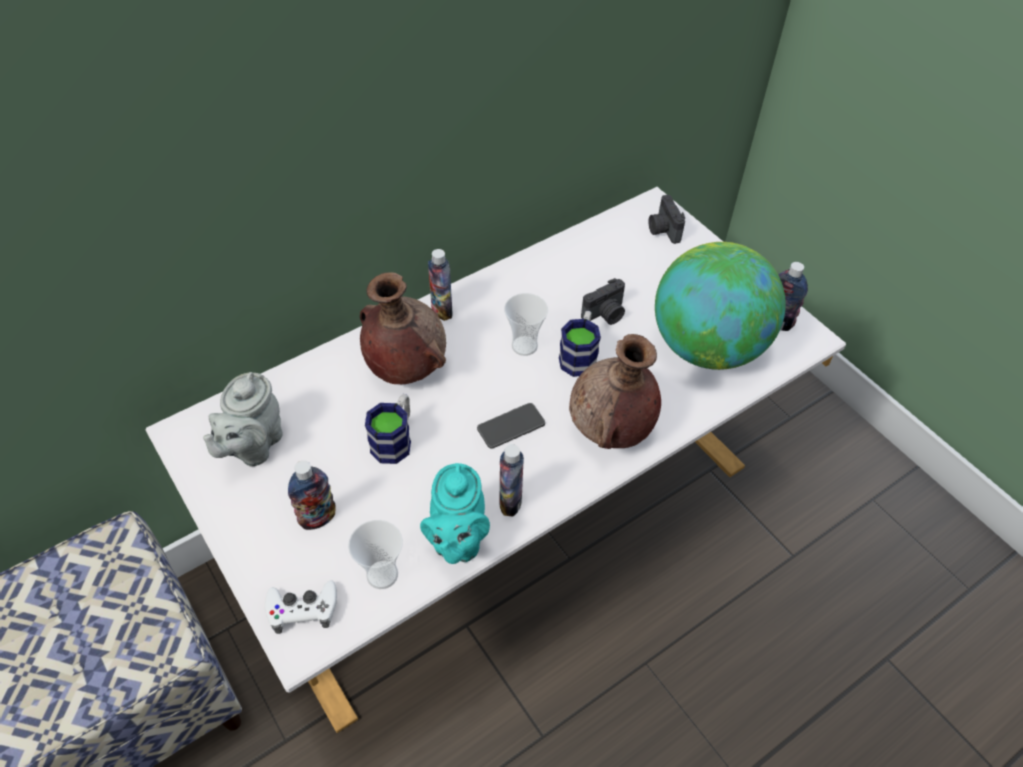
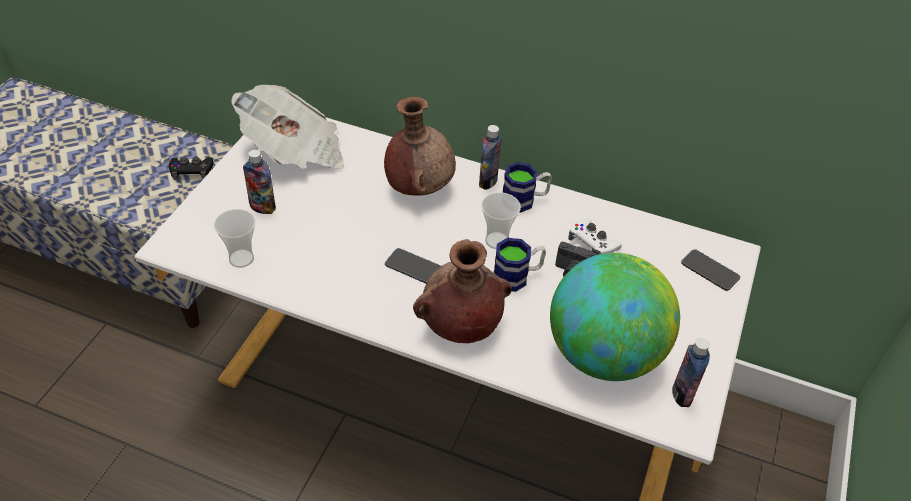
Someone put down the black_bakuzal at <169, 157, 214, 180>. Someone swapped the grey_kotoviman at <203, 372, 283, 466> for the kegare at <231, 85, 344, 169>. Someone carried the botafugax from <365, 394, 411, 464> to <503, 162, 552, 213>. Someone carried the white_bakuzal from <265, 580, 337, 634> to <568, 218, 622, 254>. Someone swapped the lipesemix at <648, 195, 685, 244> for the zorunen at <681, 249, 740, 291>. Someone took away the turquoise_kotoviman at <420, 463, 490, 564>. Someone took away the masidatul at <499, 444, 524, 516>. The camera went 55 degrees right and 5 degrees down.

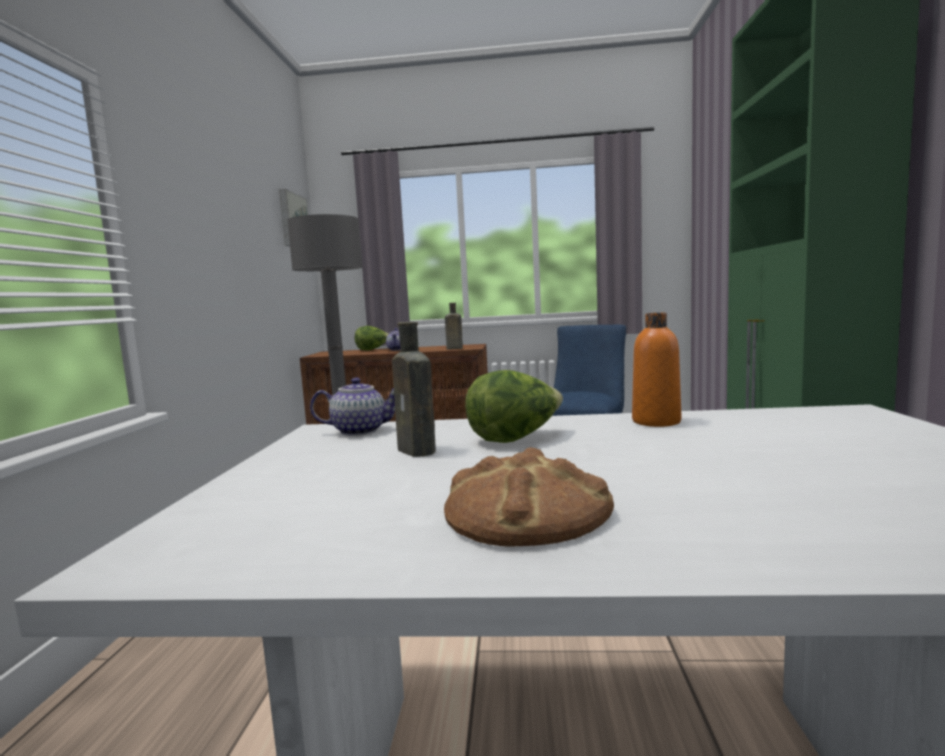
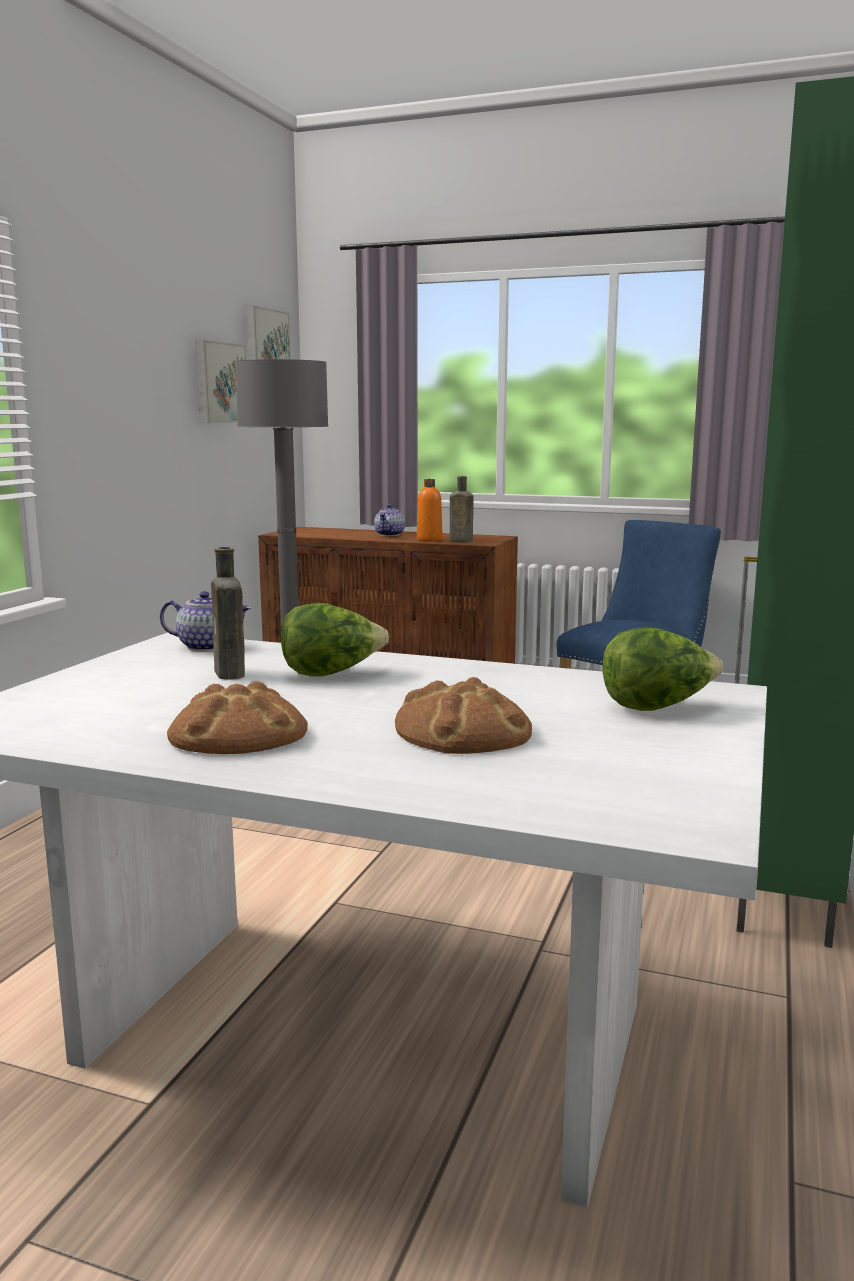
Someone put up the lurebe at <195, 340, 246, 423>. Someone put down the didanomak at <395, 677, 532, 754>. Someone carried the orange_masidatul from <632, 313, 681, 427> to <417, 479, 442, 541>. Someone carried the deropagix from <355, 326, 389, 351> to <602, 627, 723, 711>. The camera went 15 degrees right and 5 degrees up.

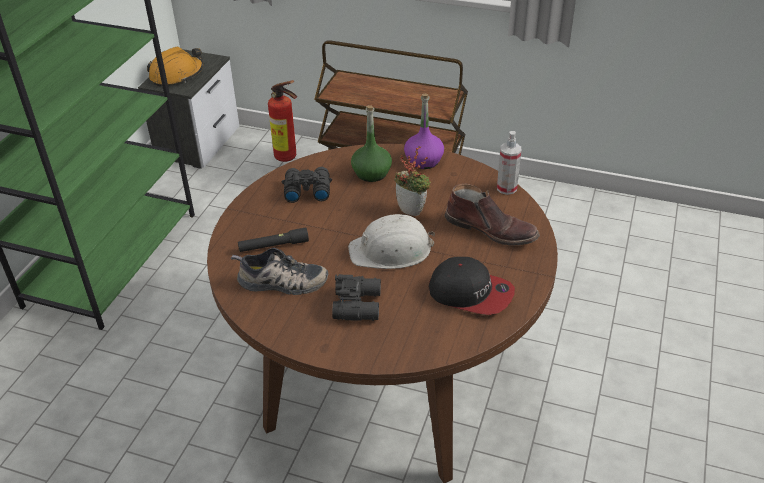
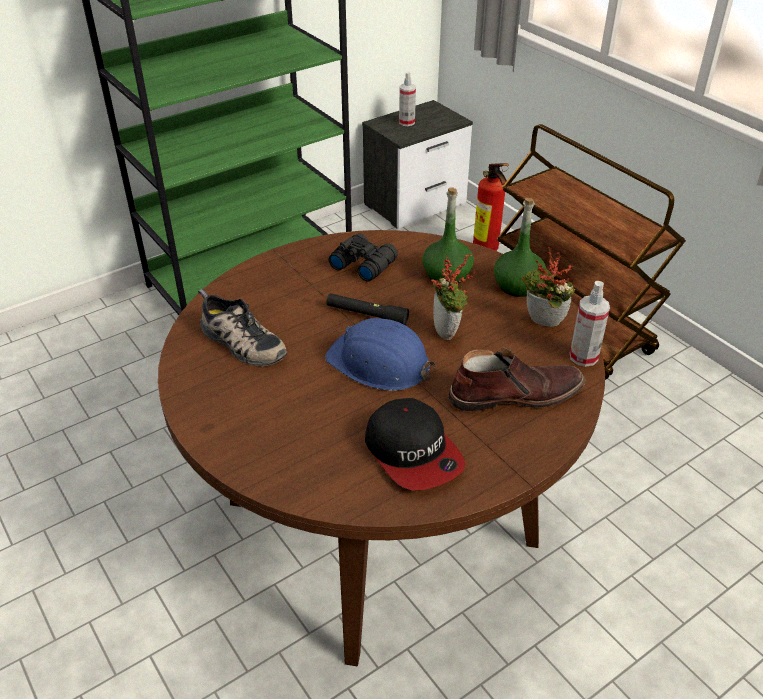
Someone repainted the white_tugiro at <348, 214, 435, 269>, which became the blue_tugiro at <325, 318, 436, 391>. Someone carried the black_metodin from <238, 227, 309, 252> to <326, 293, 409, 325>. Someone swapped the orange_tugiro at <147, 47, 203, 87> for the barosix at <399, 72, 416, 126>. Someone rotated the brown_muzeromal at <445, 184, 540, 246> by 75 degrees counterclockwise. Someone repainted the purple_masidatul at <404, 94, 444, 169>, which became the green_masidatul at <494, 198, 546, 297>. Someone put down the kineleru at <522, 246, 575, 327>. Someone took away the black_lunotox at <332, 274, 381, 321>. The camera went 35 degrees right and 0 degrees up.

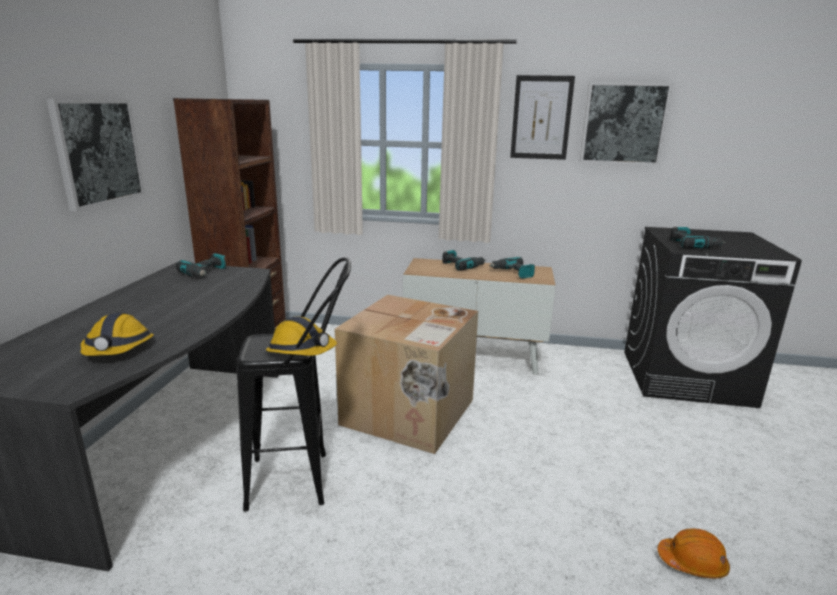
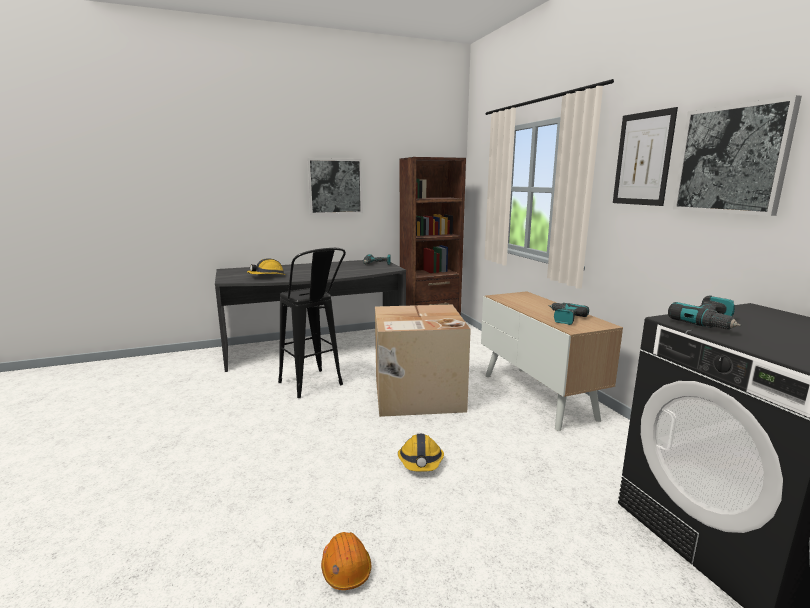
Someone carried the tugiro from <266, 317, 337, 356> to <398, 434, 444, 472>. Someone took away the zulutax at <442, 250, 486, 271>. The camera went 60 degrees right and 5 degrees down.

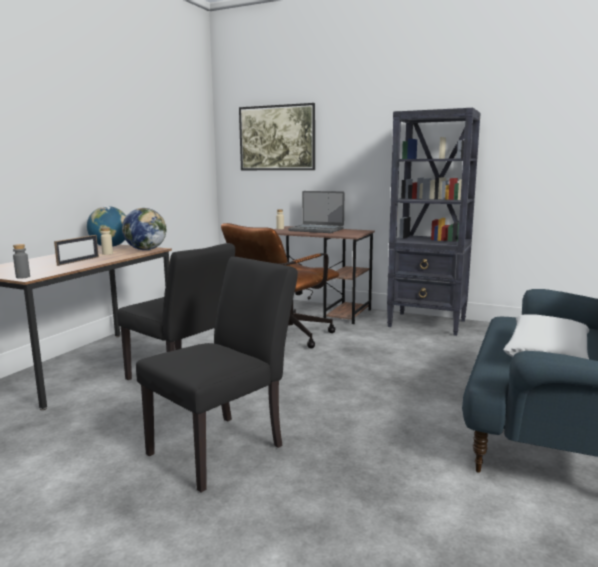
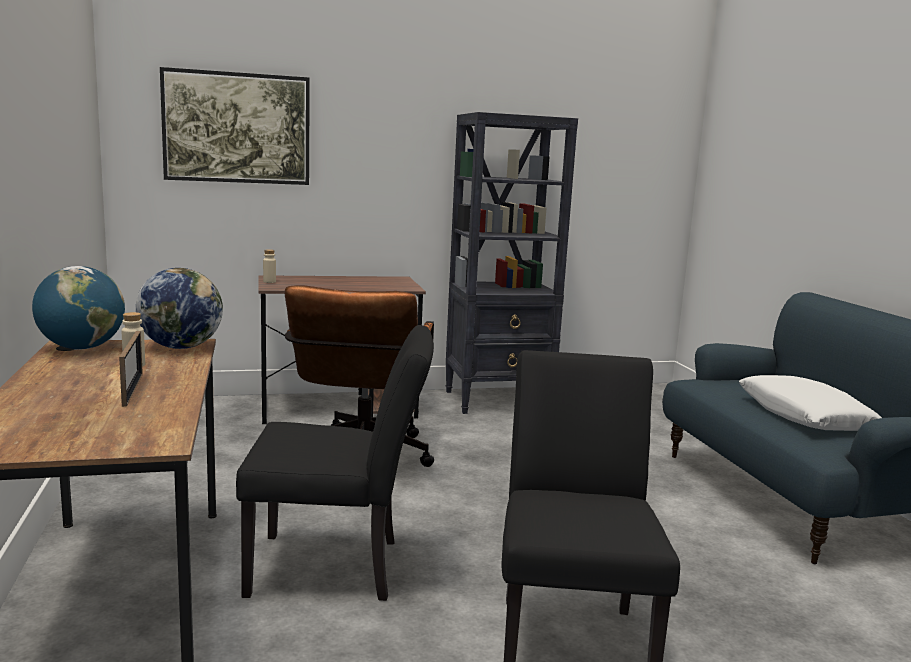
Someone took away the grey_masidatul at <13, 244, 30, 279>. Someone took away the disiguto at <288, 191, 344, 233>. The camera went 40 degrees left and 0 degrees up.

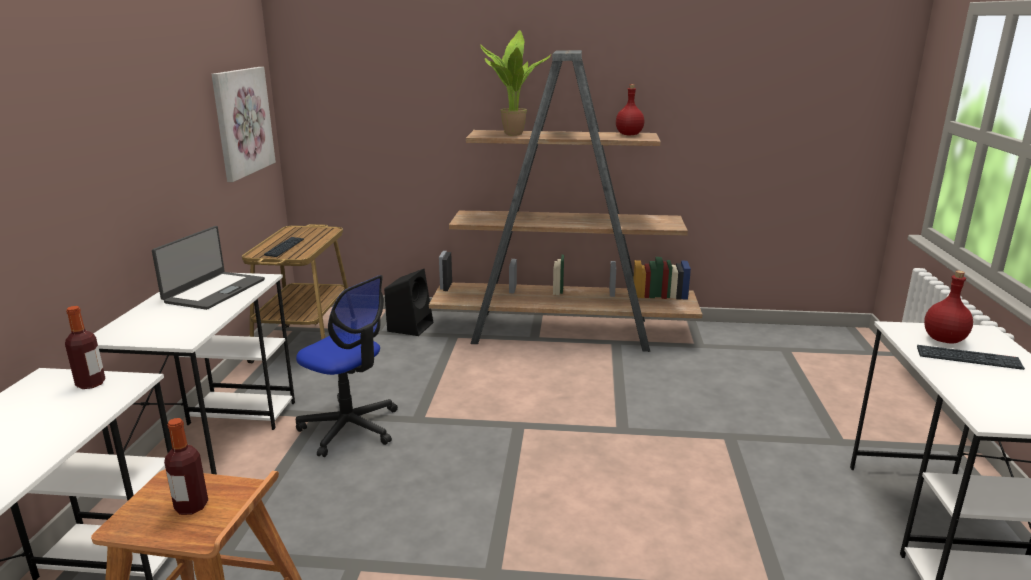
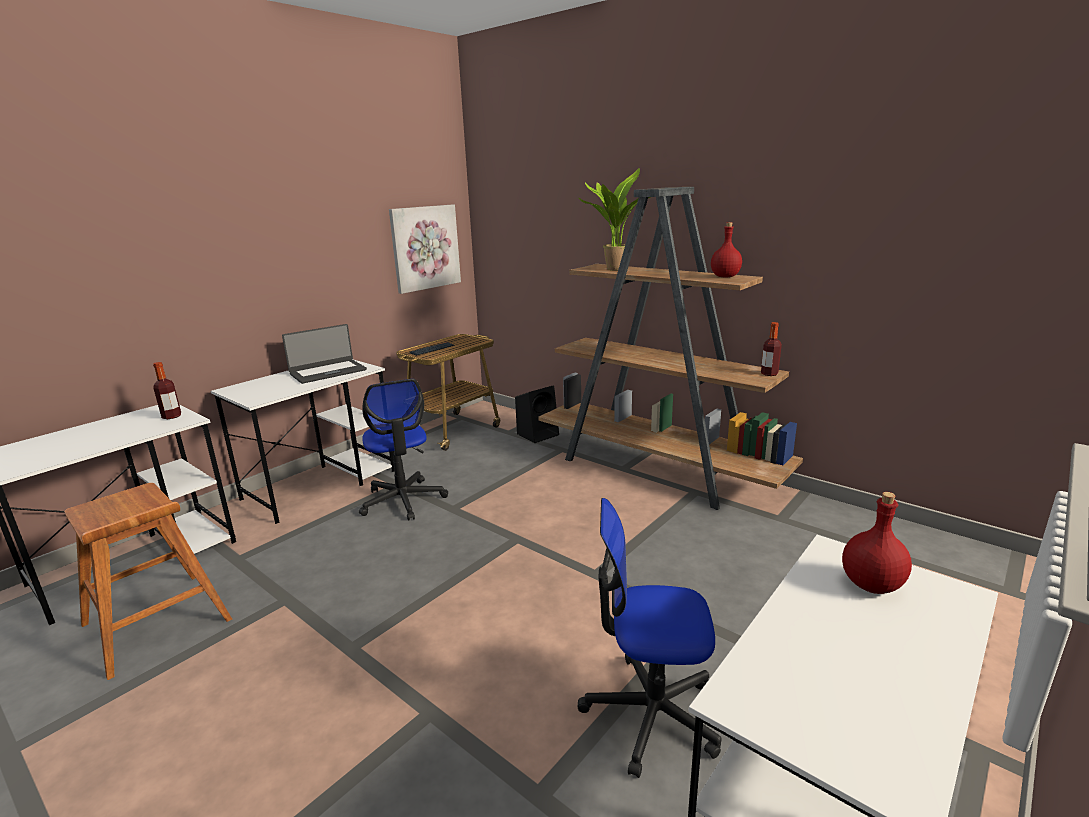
Someone put down the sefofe at <578, 498, 721, 778>. Someone carried the masidatul from <164, 418, 208, 515> to <761, 322, 782, 376>. Someone took away the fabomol at <917, 345, 1025, 370>. The camera went 35 degrees right and 0 degrees up.

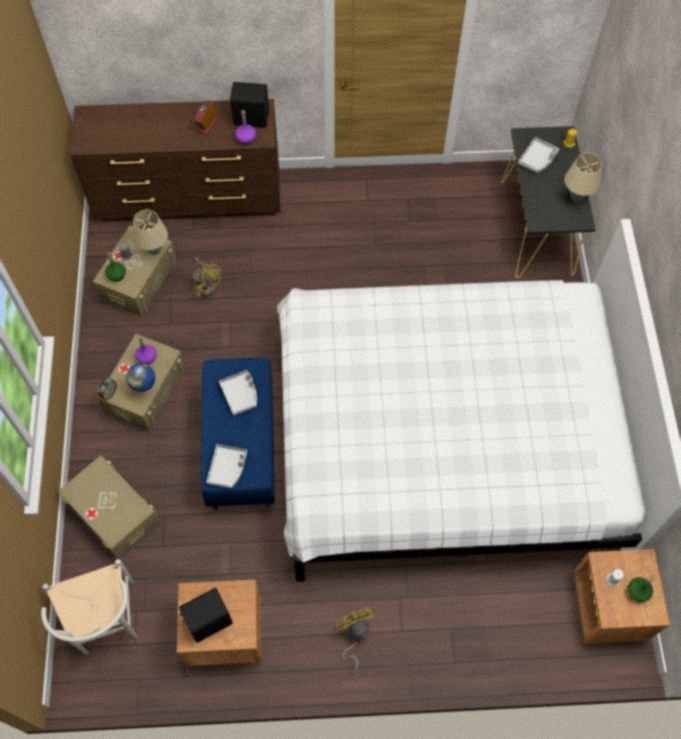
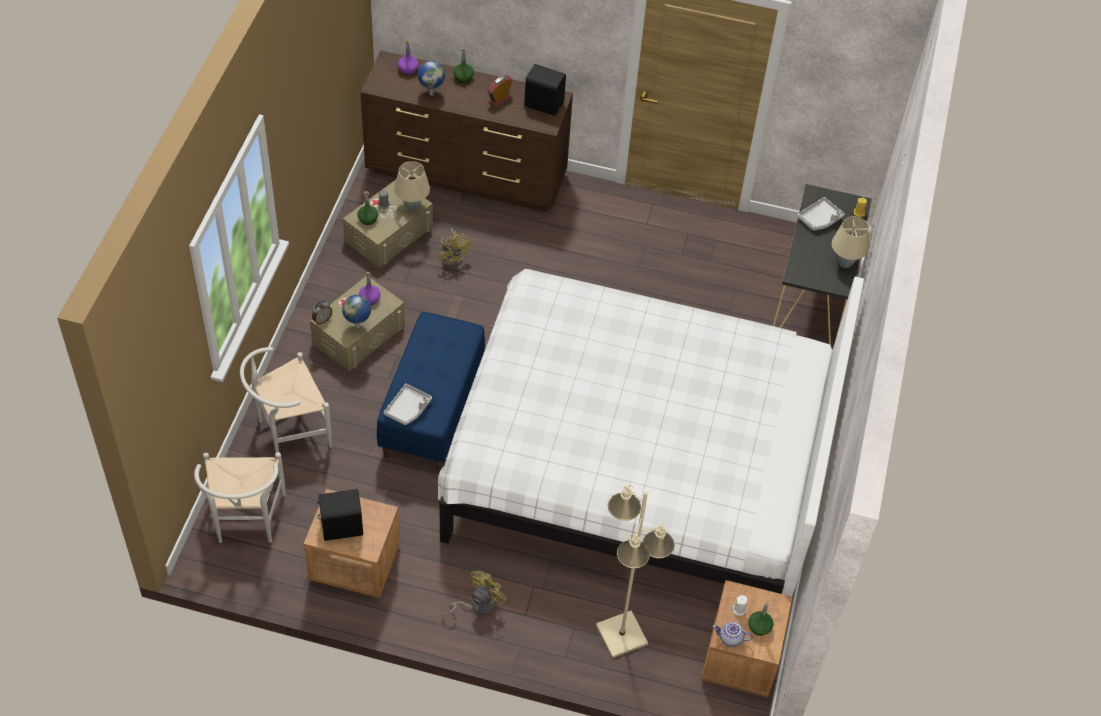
Someone swapped the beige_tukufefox at <58, 456, 160, 559> for the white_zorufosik at <240, 347, 332, 453>. Someone carried the purple_masidatul from <235, 110, 256, 145> to <398, 39, 419, 75>. Someone put down the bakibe at <418, 61, 445, 96>. Someone rotated the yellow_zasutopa at <335, 607, 374, 674> by 45 degrees clockwise. Someone put down the green_masidatul at <453, 47, 474, 83>. Someone put down the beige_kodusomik at <596, 484, 675, 658>. Someone put down the kotoviman at <713, 622, 753, 647>. Someone took away the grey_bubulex at <219, 370, 257, 415>. The camera went 15 degrees right and 10 degrees down.

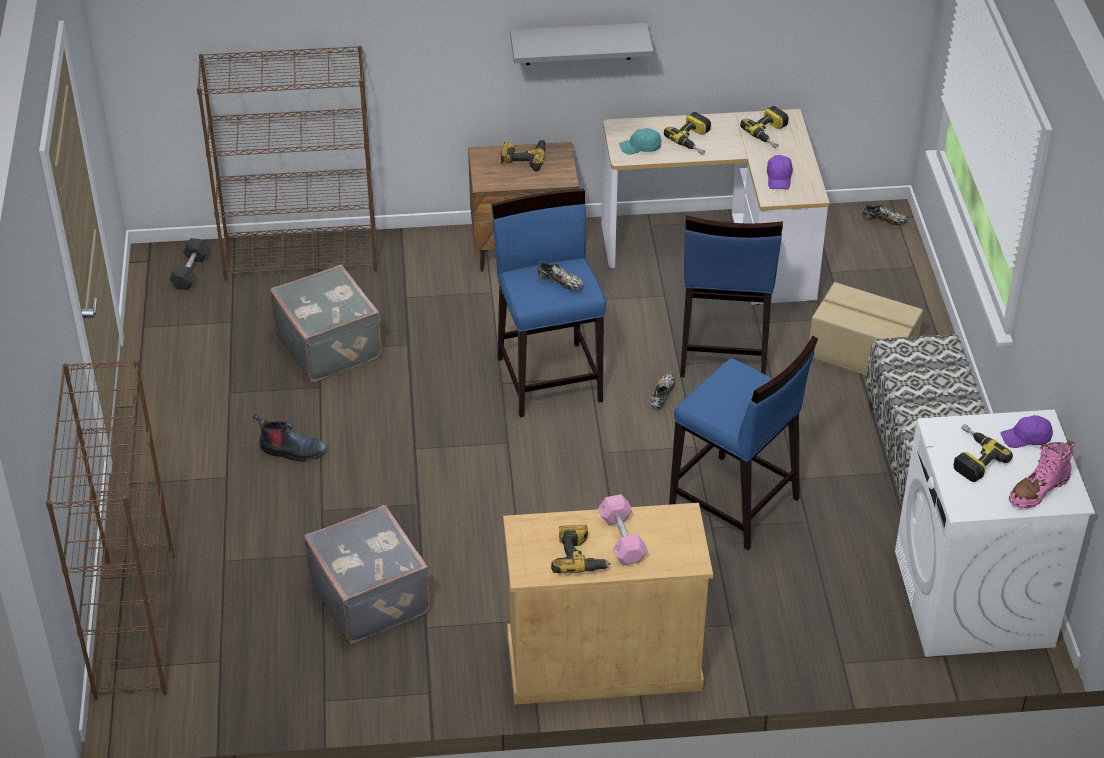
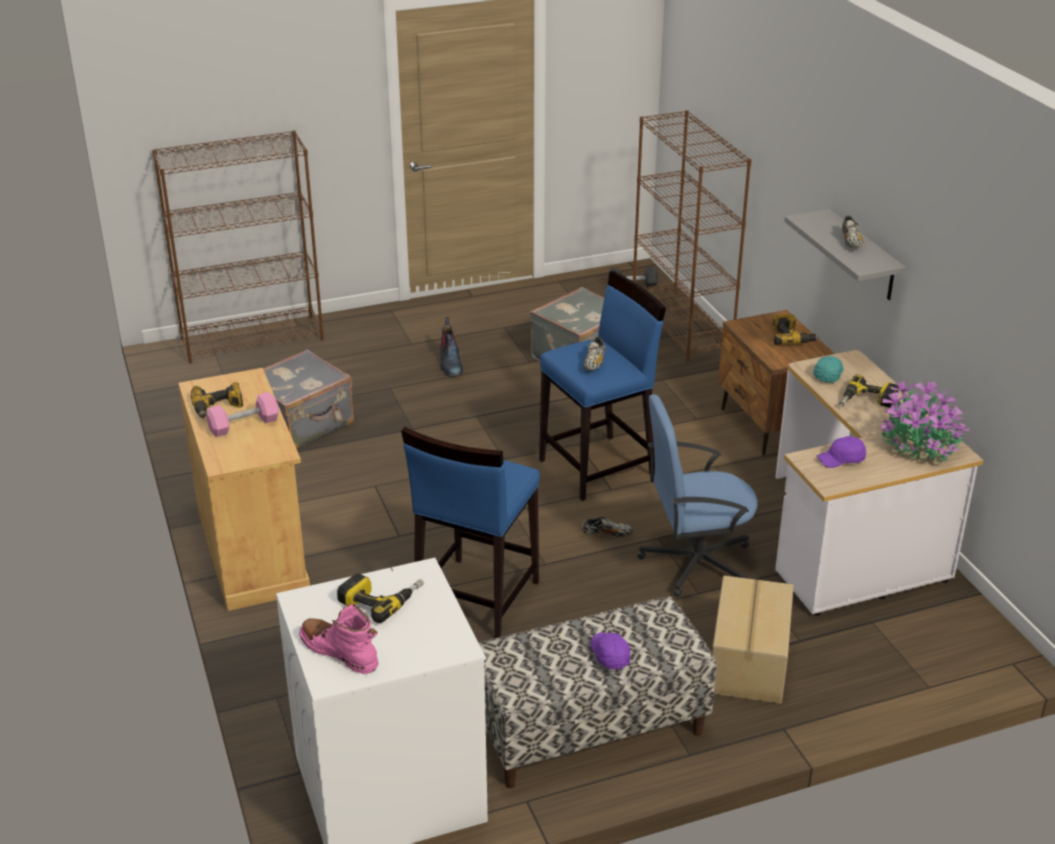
Someone carried the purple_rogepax from <1001, 415, 1053, 448> to <591, 632, 630, 670>. Someone swapped the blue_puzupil at <680, 215, 783, 377> for the blue_sefofe at <637, 394, 758, 597>. Someone rotated the turquoise_rogepax at <619, 128, 662, 155> by 45 degrees clockwise. Someone carried the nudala from <862, 204, 907, 225> to <842, 215, 863, 248>. Someone swapped the zulutax at <740, 106, 789, 149> for the kineleru at <880, 376, 970, 464>. The camera went 75 degrees right and 10 degrees down.

